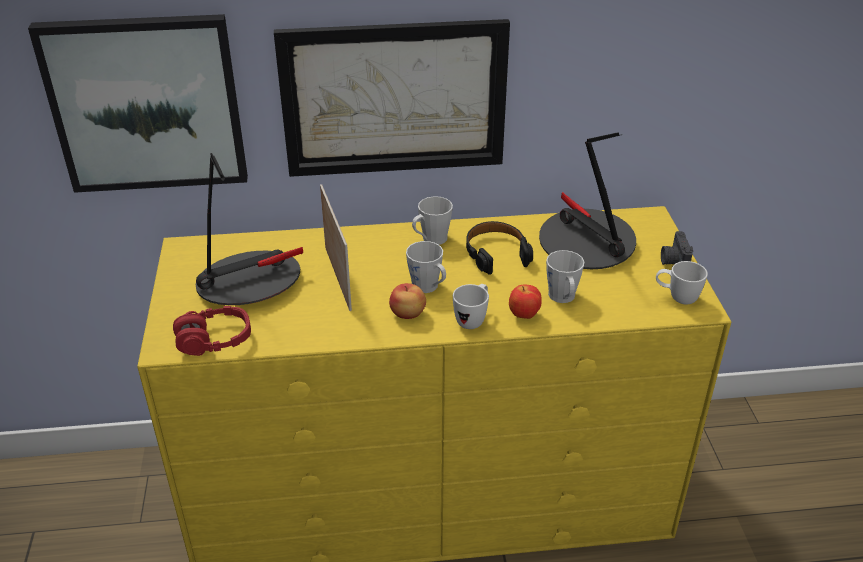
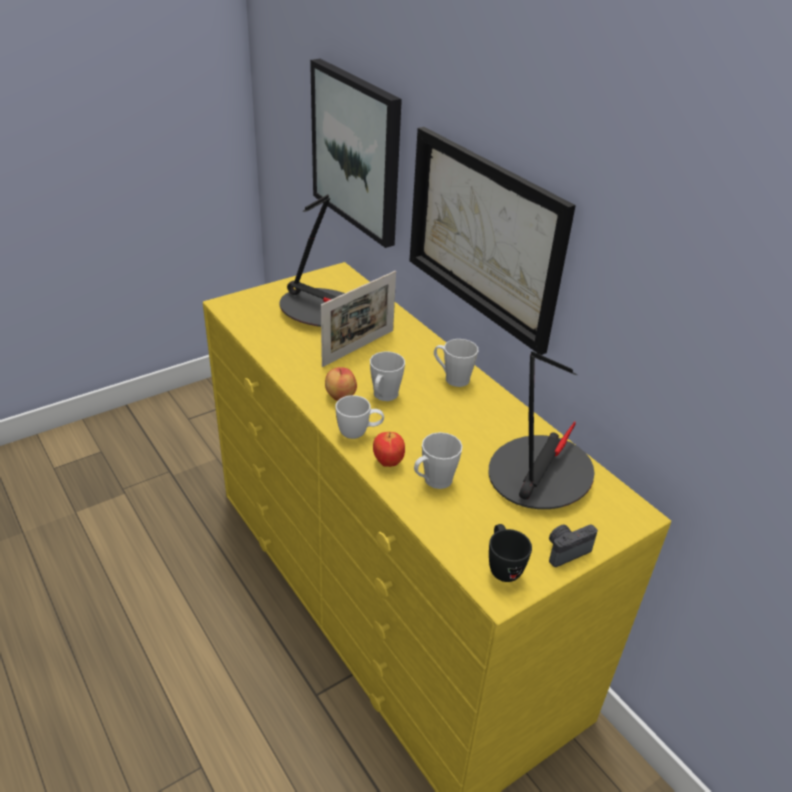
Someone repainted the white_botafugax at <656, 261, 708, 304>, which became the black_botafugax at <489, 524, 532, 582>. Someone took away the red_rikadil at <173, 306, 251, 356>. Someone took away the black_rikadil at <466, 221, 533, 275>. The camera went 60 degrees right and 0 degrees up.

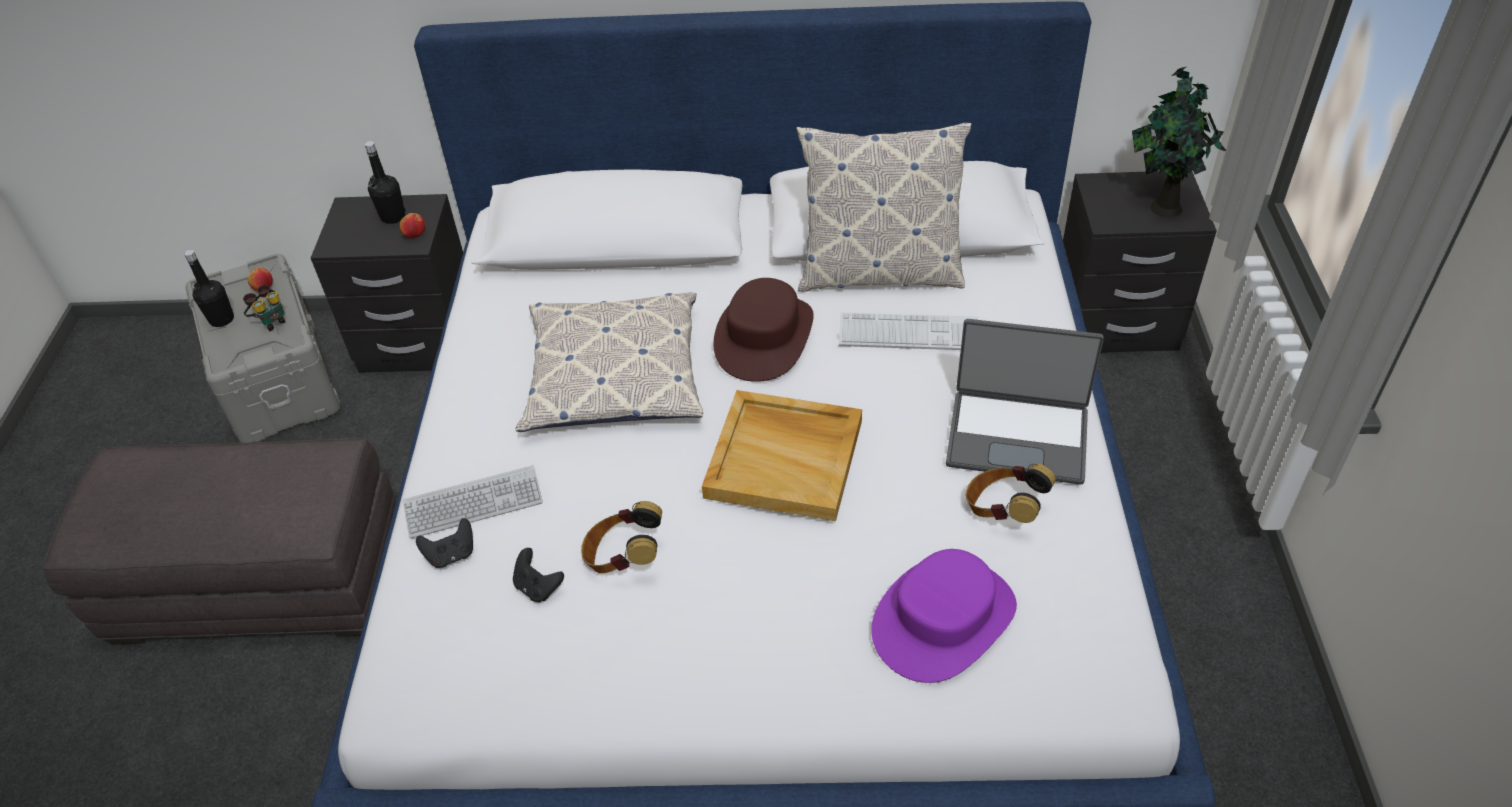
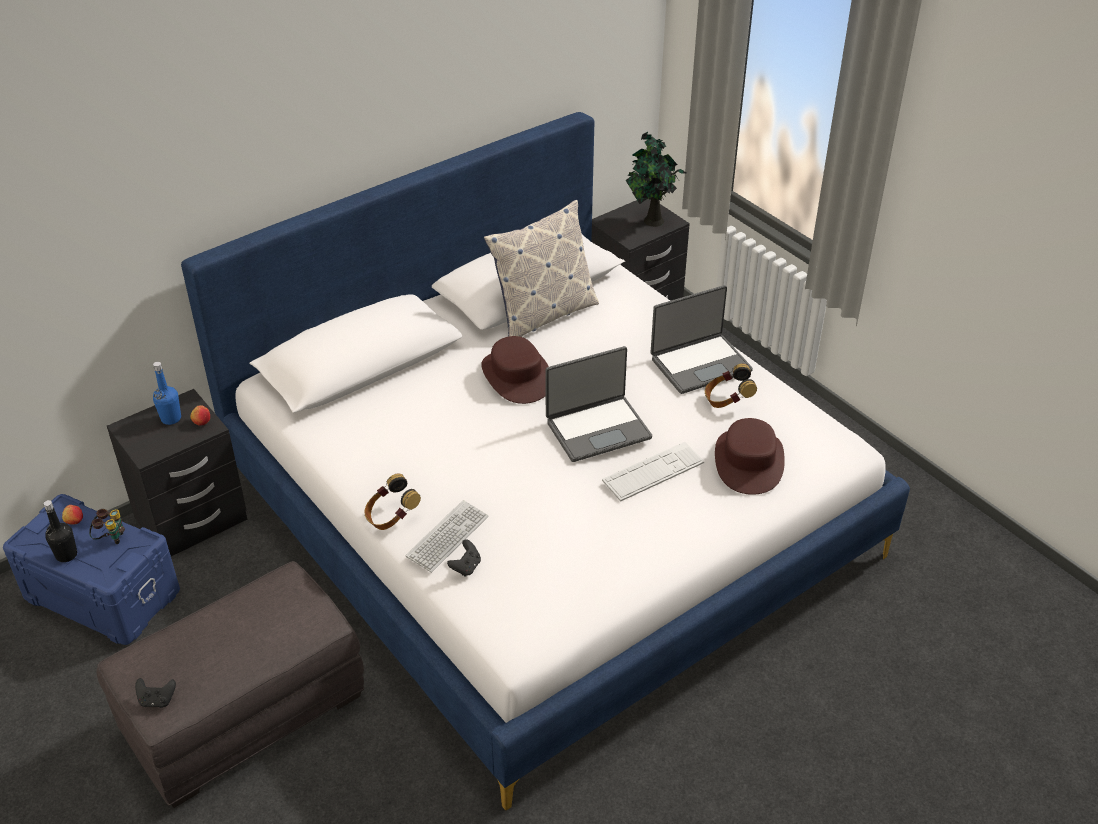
Someone repainted the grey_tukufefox at <185, 254, 340, 443>, which became the blue_tukufefox at <3, 494, 180, 645>. Someone carried the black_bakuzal from <513, 548, 564, 602> to <135, 678, 176, 708>. Someone repainted the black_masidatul at <365, 141, 406, 224>, which became the blue_masidatul at <153, 362, 181, 425>. Someone carried the rikadil from <581, 501, 662, 573> to <364, 473, 421, 530>. Someone swapped the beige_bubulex at <702, 390, 862, 521> for the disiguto at <546, 346, 652, 462>. Someone carried the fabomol from <839, 312, 978, 350> to <602, 442, 704, 502>. Someone repainted the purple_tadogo at <871, 549, 1017, 683>, which became the brown_tadogo at <715, 418, 785, 495>. Someone took away the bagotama at <515, 292, 703, 432>. The camera went 40 degrees left and 5 degrees down.

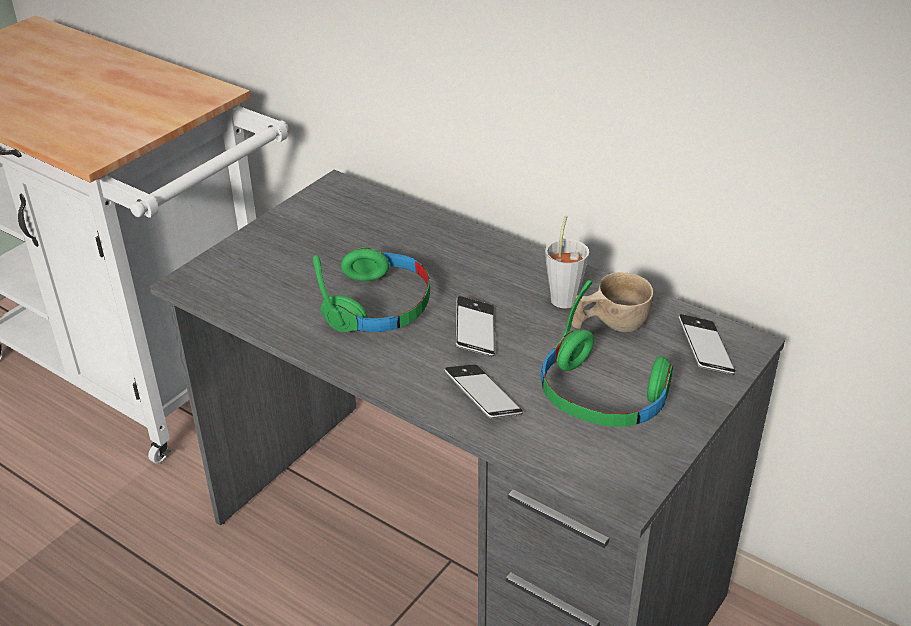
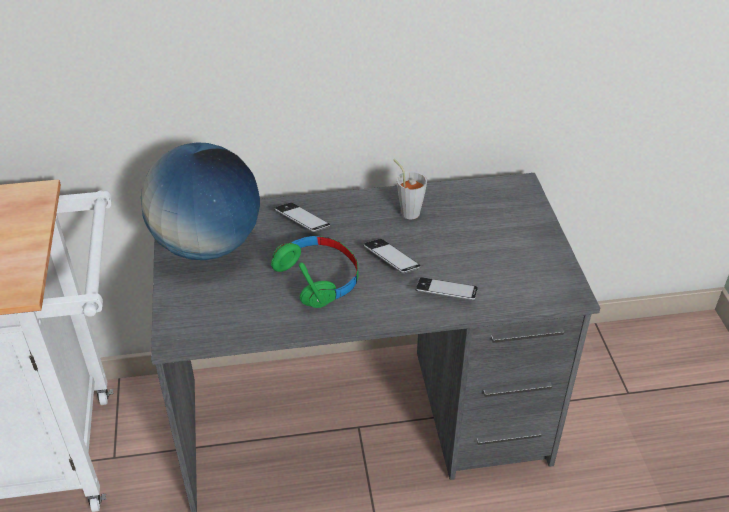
Someone put down the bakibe at <141, 142, 260, 260>. Someone carried the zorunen from <678, 314, 736, 375> to <274, 203, 330, 232>. Someone took away the green_rikadil at <541, 280, 673, 427>. Someone took away the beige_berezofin at <572, 272, 654, 332>. The camera went 45 degrees left and 5 degrees up.

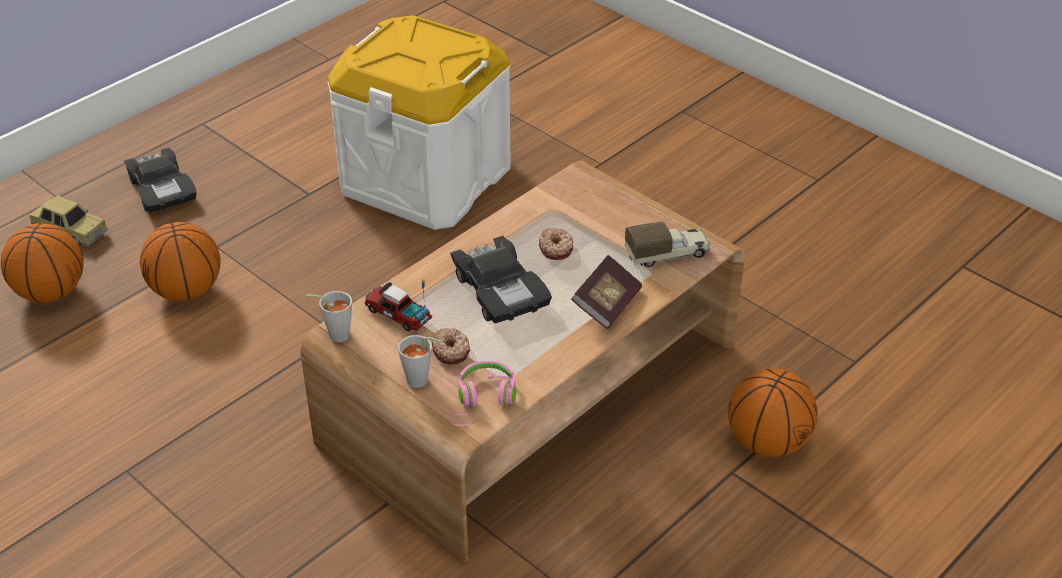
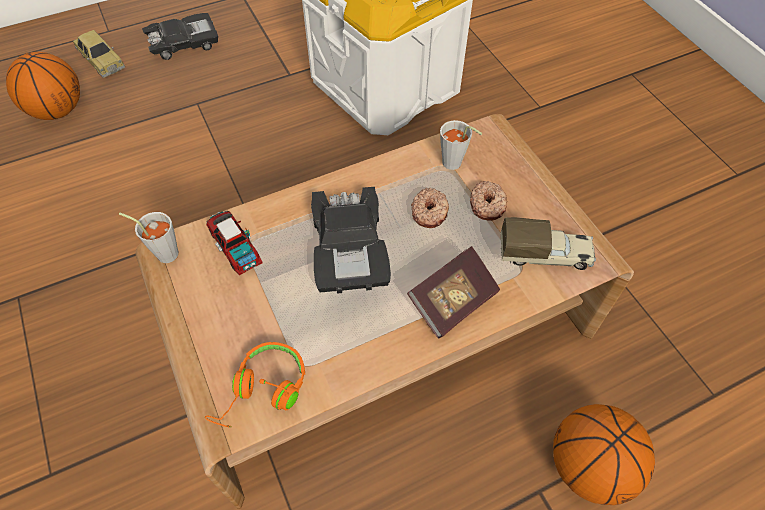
Someone rotated the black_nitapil at <124, 147, 196, 213> by 105 degrees counterclockwise. Someone repainted the pink_rikadil at <451, 361, 516, 426>, which became the orange_rikadil at <205, 342, 305, 428>. Someone carried the grey_berezofin from <398, 335, 442, 388> to <440, 120, 482, 170>. Someone carried the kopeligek from <432, 328, 470, 365> to <470, 181, 507, 221>. Someone took away the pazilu at <140, 222, 221, 301>. The camera went 20 degrees right and 15 degrees up.

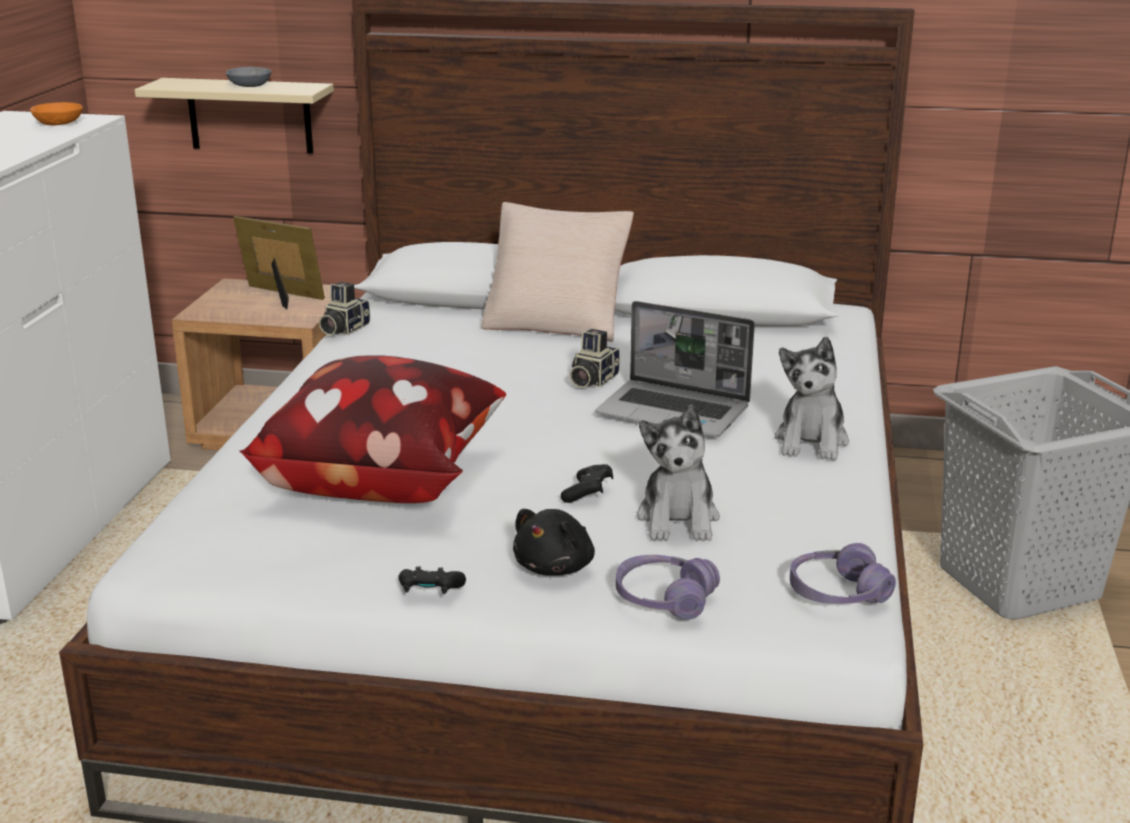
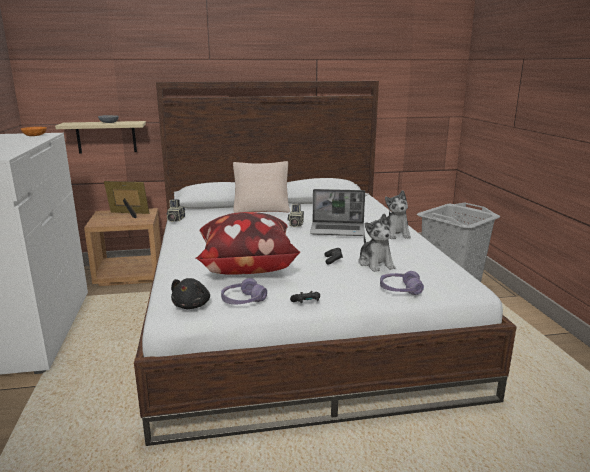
Someone carried the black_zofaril from <513, 509, 595, 576> to <171, 278, 210, 309>. Someone carried the purple_rikadil from <790, 543, 896, 604> to <221, 278, 267, 304>. The camera went 20 degrees left and 5 degrees down.

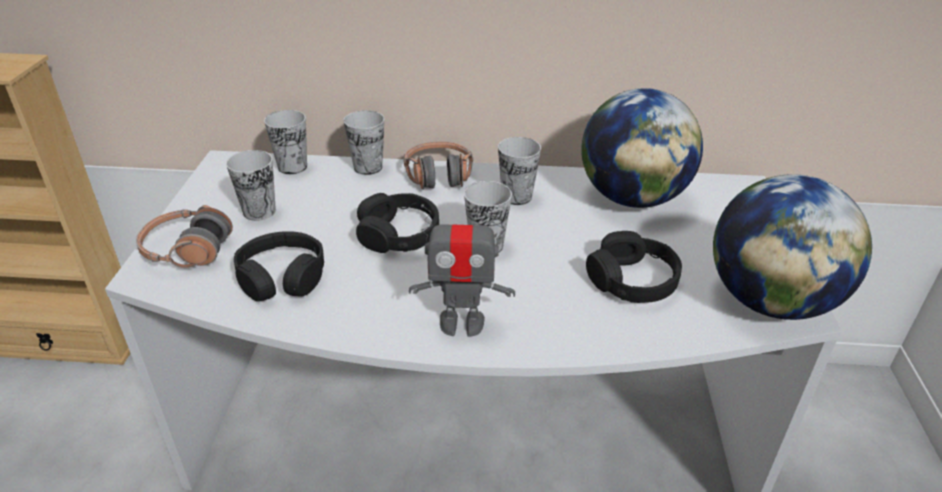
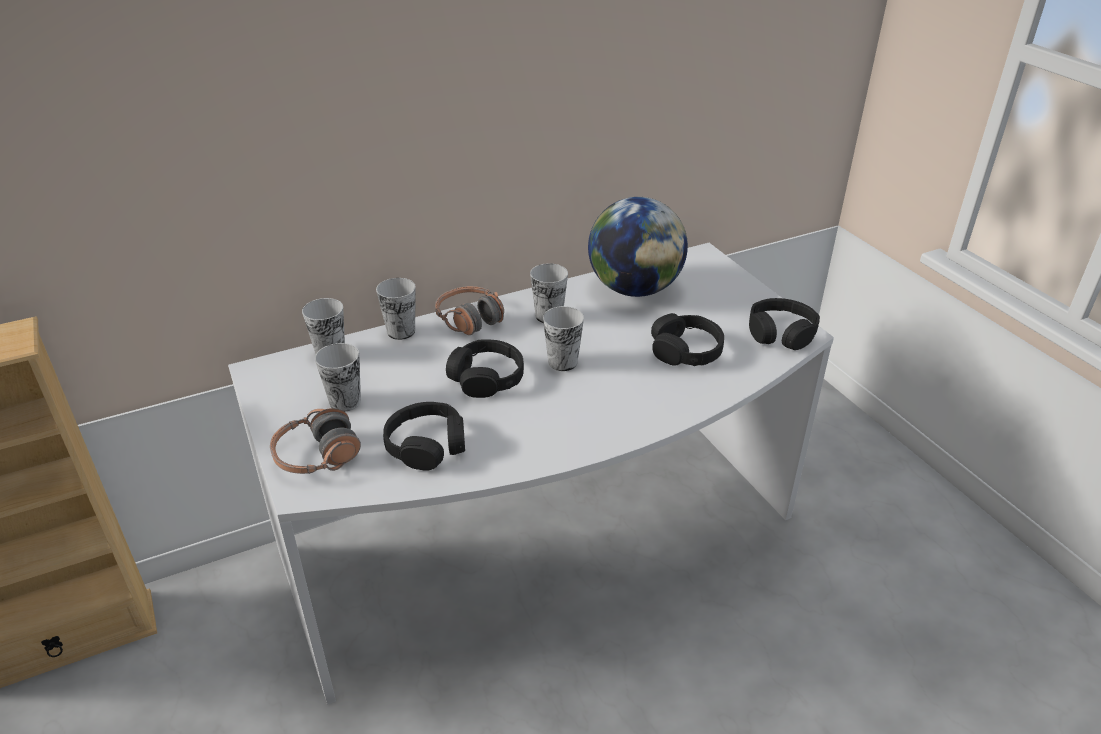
Someone swapped the bakibe at <713, 174, 872, 320> for the black_rikadil at <749, 298, 820, 350>. Someone took away the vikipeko at <409, 204, 515, 337>. The camera went 30 degrees left and 0 degrees up.

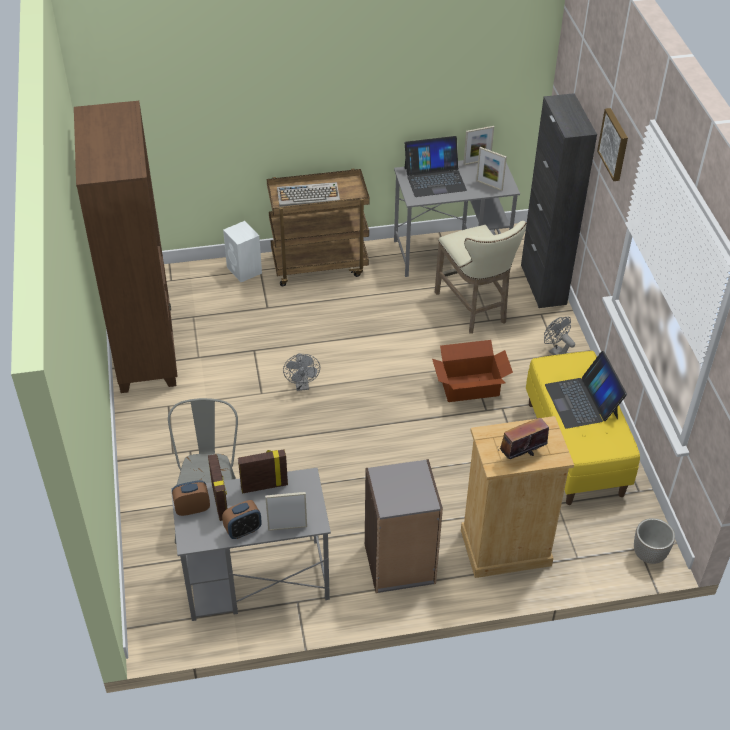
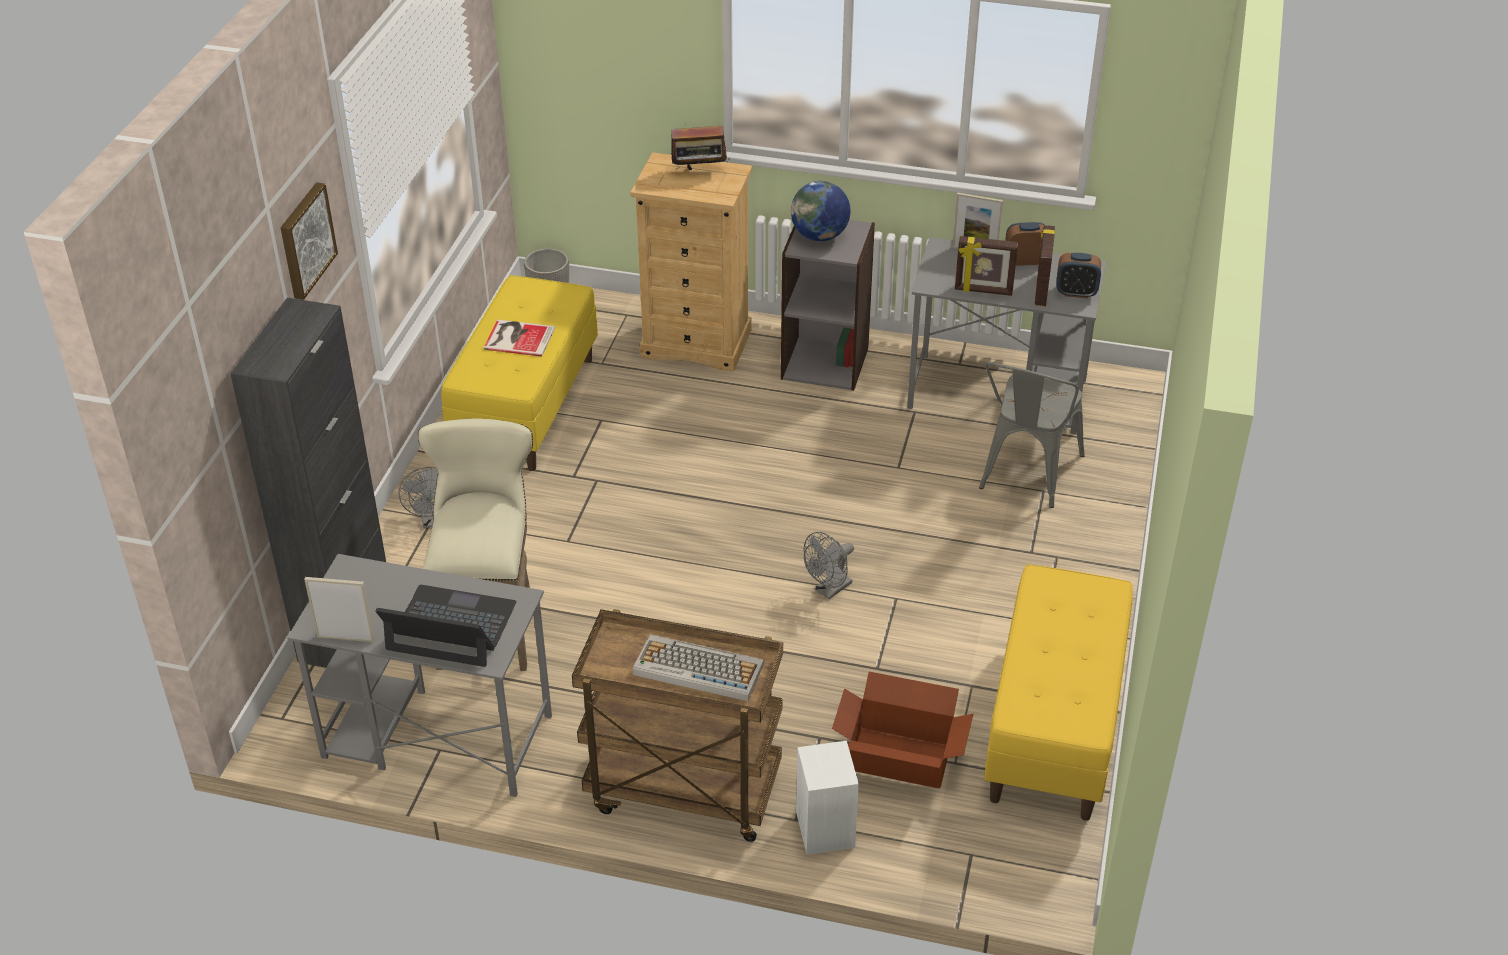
Someone swapped the disiguto at <545, 351, 627, 429> for the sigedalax at <483, 320, 555, 357>. Someone put down the bakibe at <791, 181, 850, 241>. Someone rotated the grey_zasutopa at <283, 353, 320, 391> by 150 degrees counterclockwise. Someone carried the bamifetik from <432, 340, 513, 402> to <832, 672, 973, 788>. Someone swapped the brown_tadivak at <74, 101, 178, 393> for the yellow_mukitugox at <984, 564, 1132, 821>. Someone took away the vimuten at <476, 147, 507, 191>. The camera went 155 degrees left and 5 degrees down.

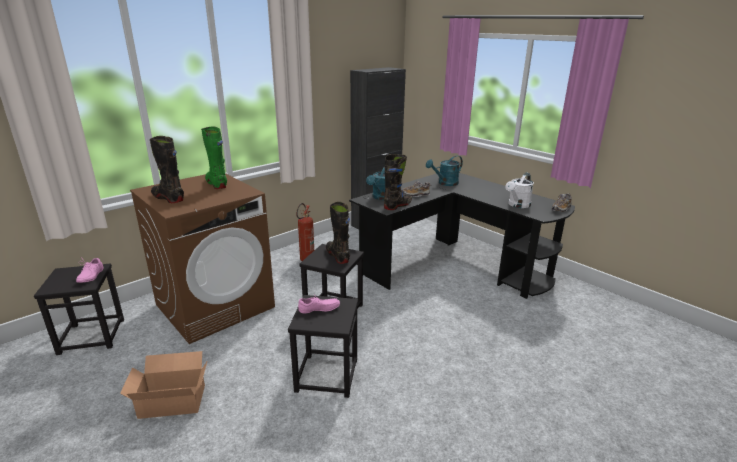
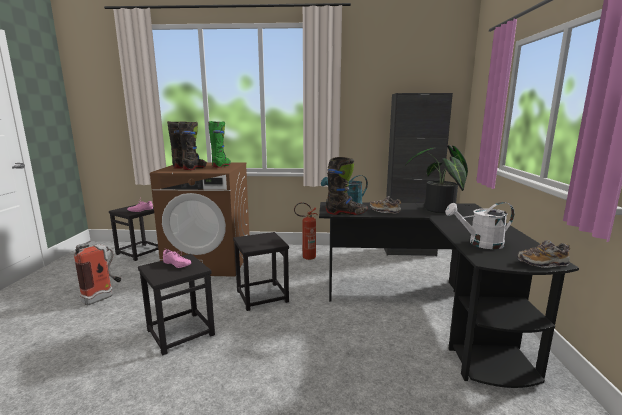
Someone swapped the bamifetik at <120, 351, 208, 419> for the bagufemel at <74, 240, 121, 305>. Someone carried the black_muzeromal from <326, 202, 350, 264> to <179, 121, 207, 170>. Someone swapped the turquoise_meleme at <426, 155, 463, 186> for the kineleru at <405, 145, 468, 213>. The camera went 45 degrees right and 10 degrees down.

